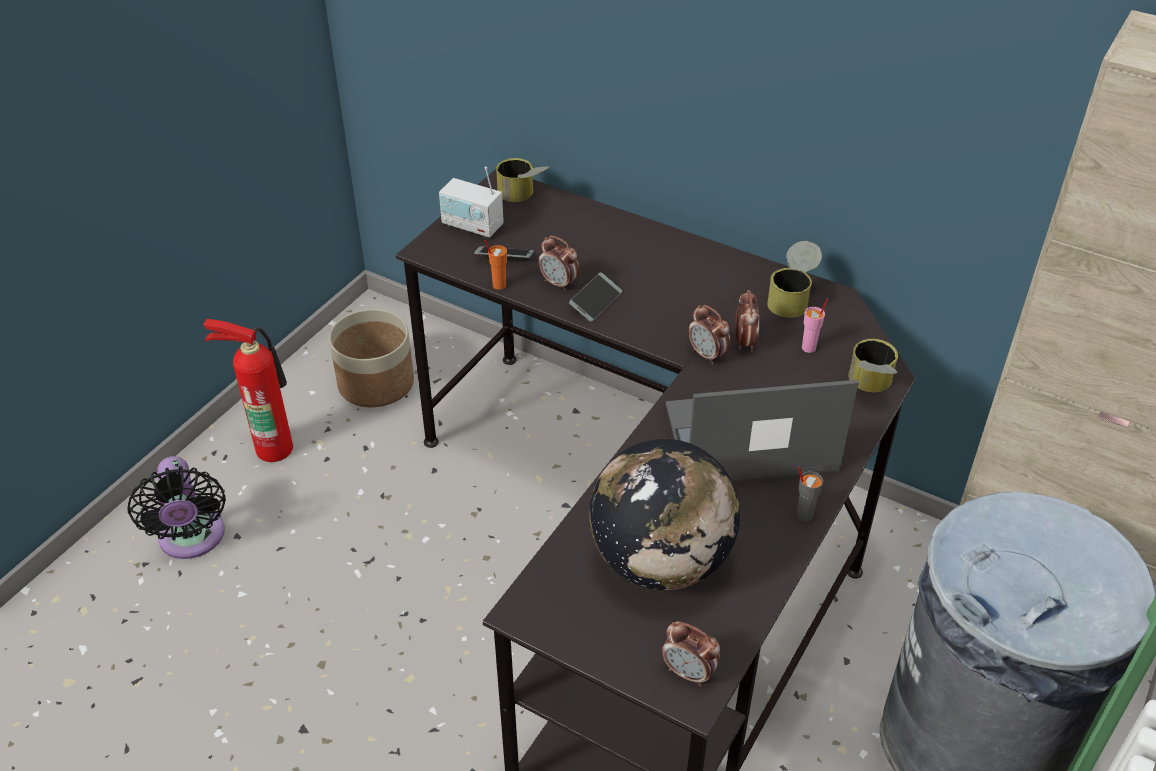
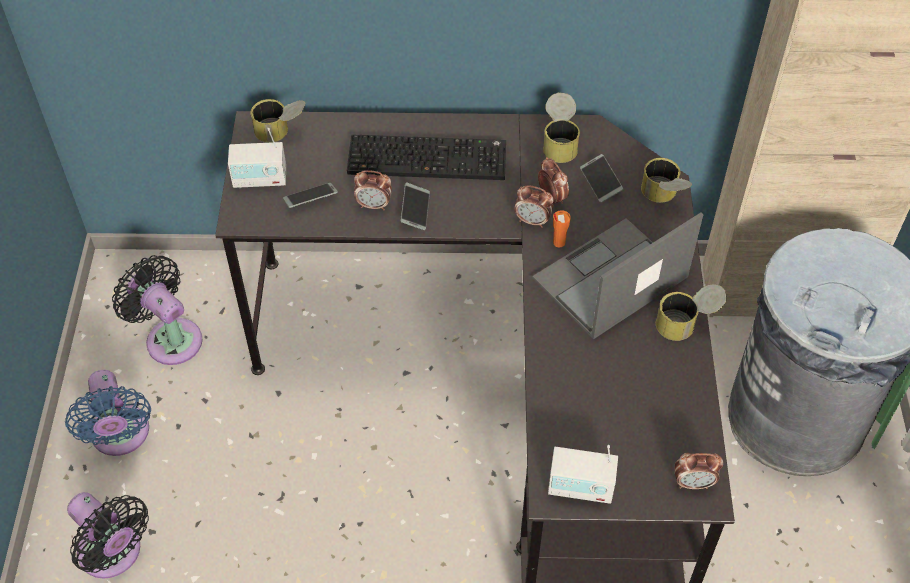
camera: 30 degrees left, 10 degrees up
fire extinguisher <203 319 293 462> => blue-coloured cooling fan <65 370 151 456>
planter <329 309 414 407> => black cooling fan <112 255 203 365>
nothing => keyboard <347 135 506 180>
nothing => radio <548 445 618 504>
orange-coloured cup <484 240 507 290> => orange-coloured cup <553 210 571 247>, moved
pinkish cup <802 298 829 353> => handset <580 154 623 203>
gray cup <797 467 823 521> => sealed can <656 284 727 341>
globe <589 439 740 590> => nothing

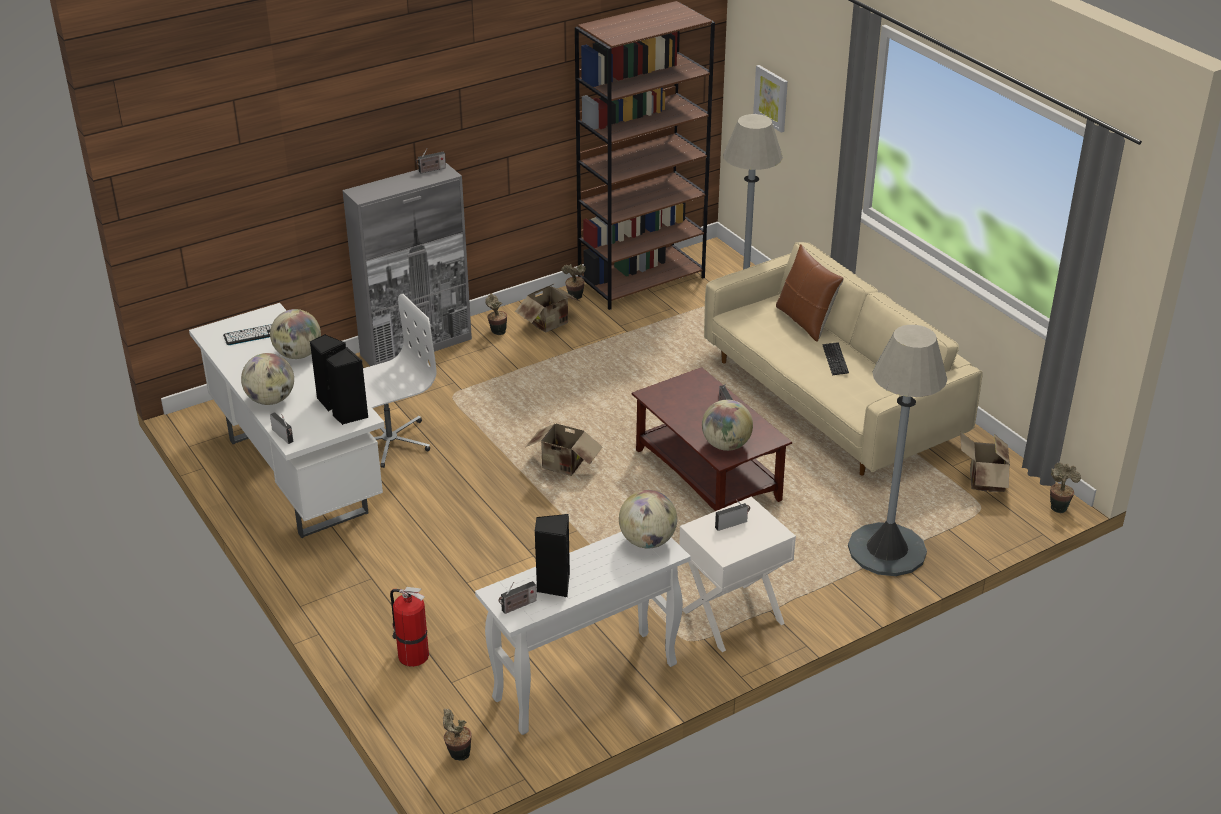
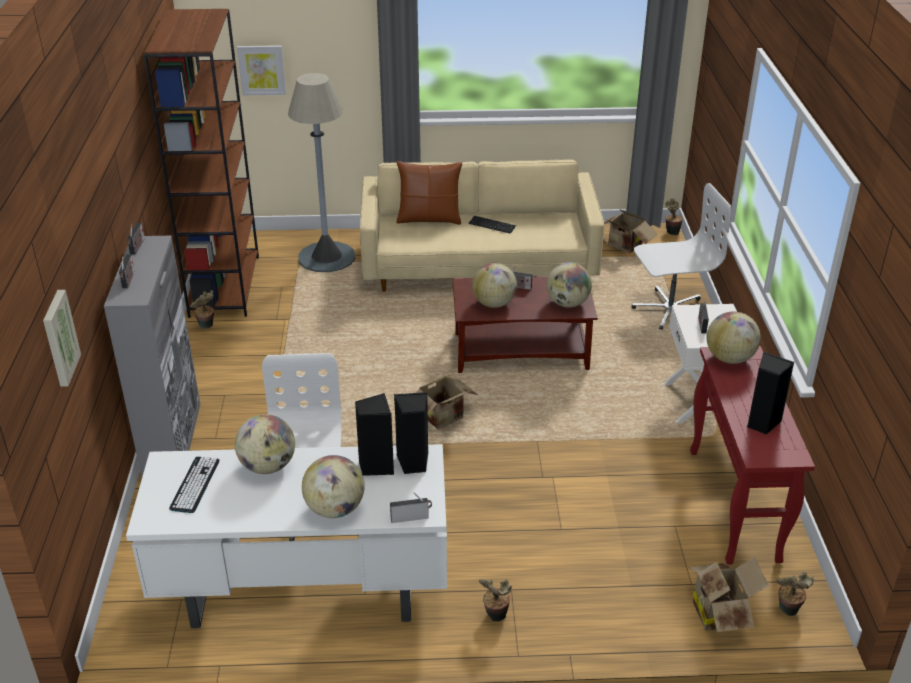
camera: 60 degrees left, 0 degrees up
nothing => wall art <43 290 81 387>
radio <498 581 537 614> => radio <119 255 135 288>, moved
nothing => globe <472 263 517 308>
houseplant <485 293 507 335> => houseplant <479 579 512 621>, moved
gray standard lamp <848 325 947 576> => white-coloured computer chair <632 183 731 330>
carton <515 283 581 333> => carton <688 557 769 632>, moved
white-coloured console table <475 532 691 735> => reddish console table <690 346 815 565>
fire extinguisher <390 587 429 667> => nothing

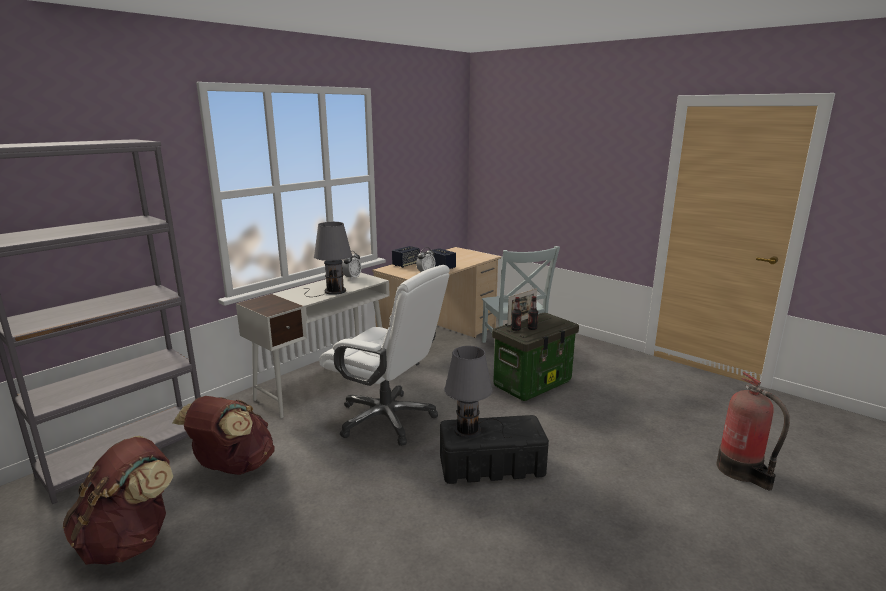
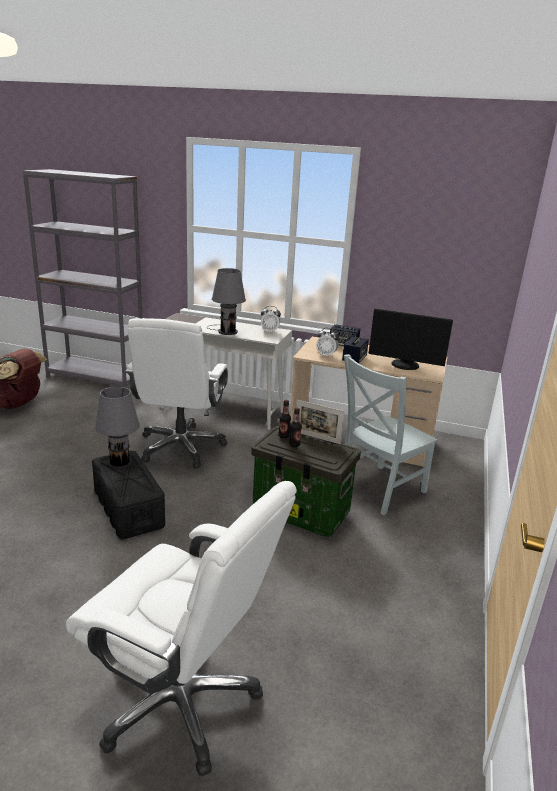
camera: 65 degrees right, 5 degrees up
fire extinguisher <716 372 790 490> => white-coloured computer chair <66 481 297 776>
nothing => monitor <369 308 453 370>
brown-coloured backpack <173 396 275 475> => nothing

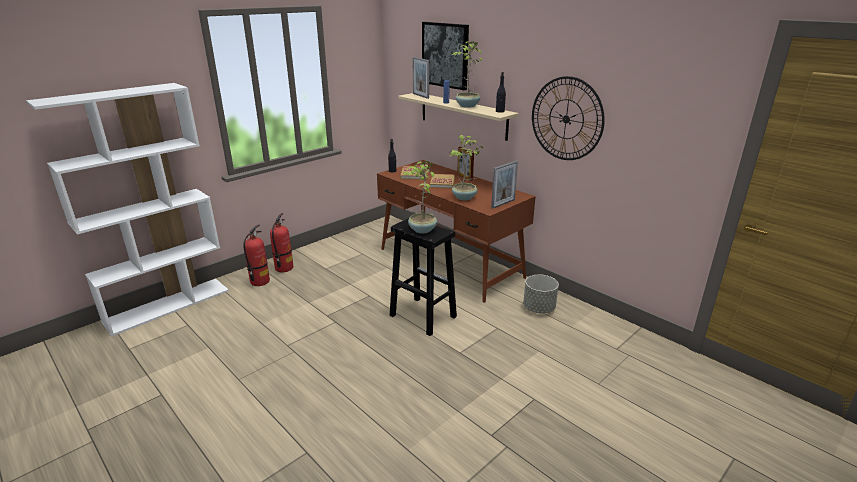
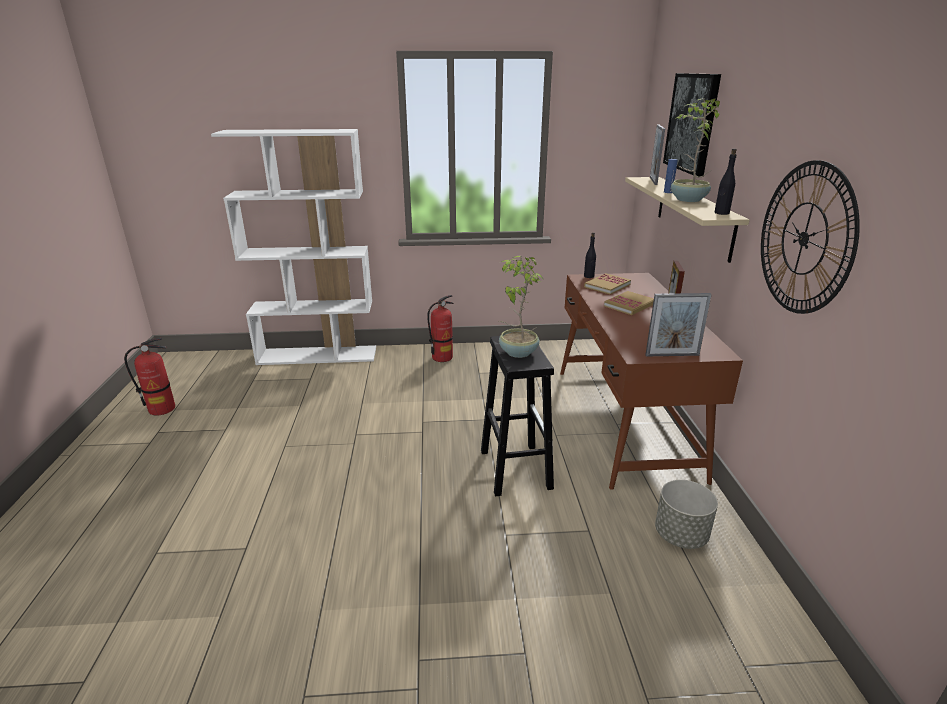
camera: 40 degrees right, 0 degrees up
fire extinguisher <243 224 270 286> => fire extinguisher <124 338 175 416>, moved
houseplant <450 135 483 200> => nothing

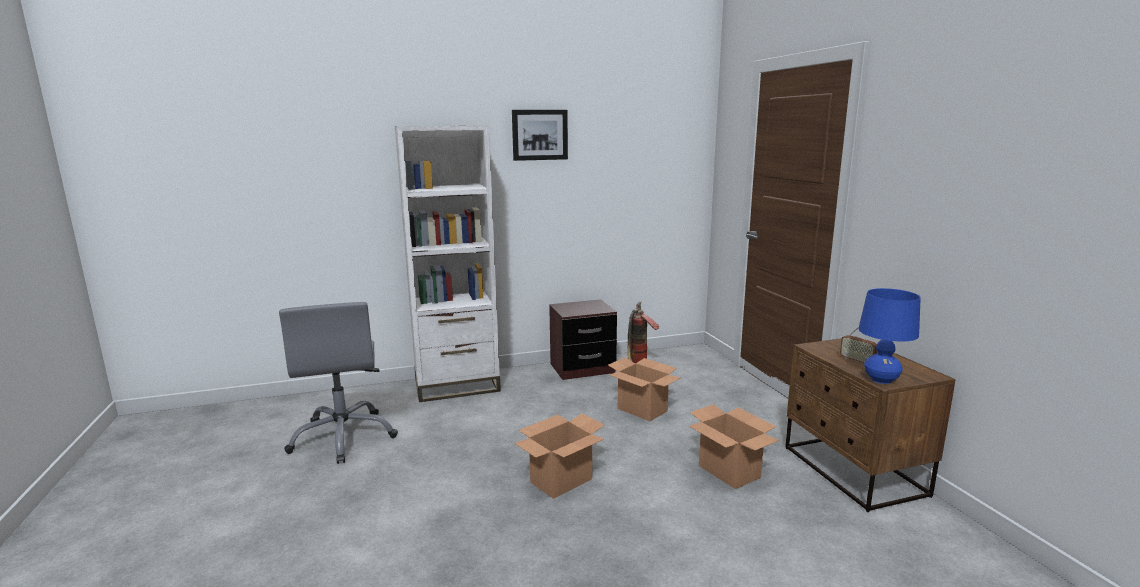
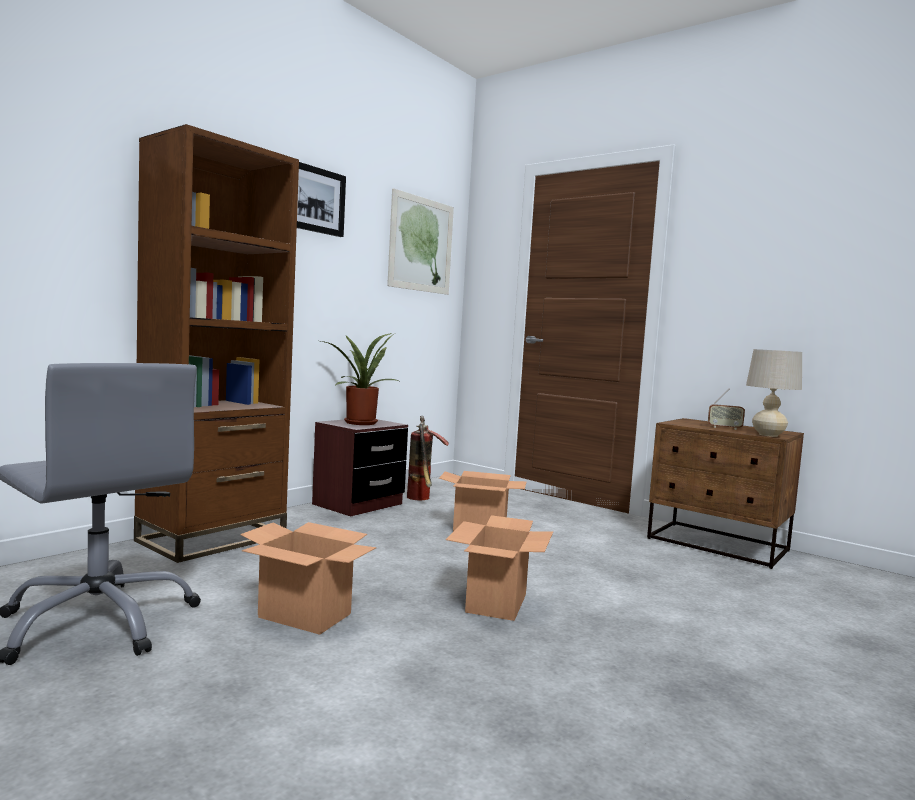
camera: 35 degrees left, 10 degrees down
white-coloured bookshelf <395 126 501 402> => brown-coloured bookshelf <134 124 299 563>
carton <689 404 779 489> => carton <240 522 376 635>, moved
nothing => houseplant <321 333 403 425>
nothing => wall art <387 188 454 295>
blue-coloured lamp for a table <858 288 921 384> => beige lamp for a table <746 349 802 437>

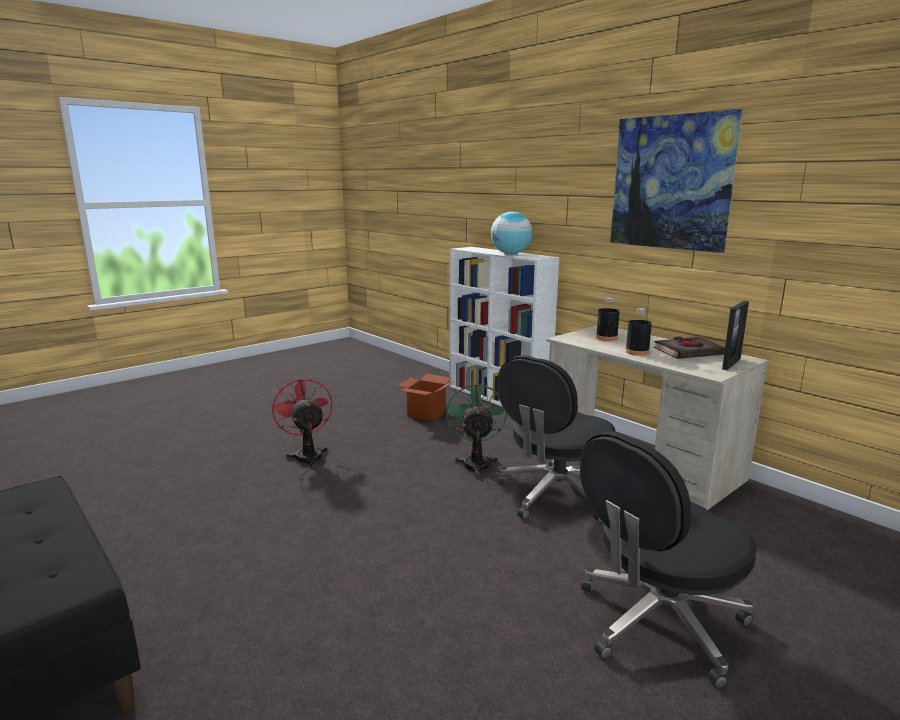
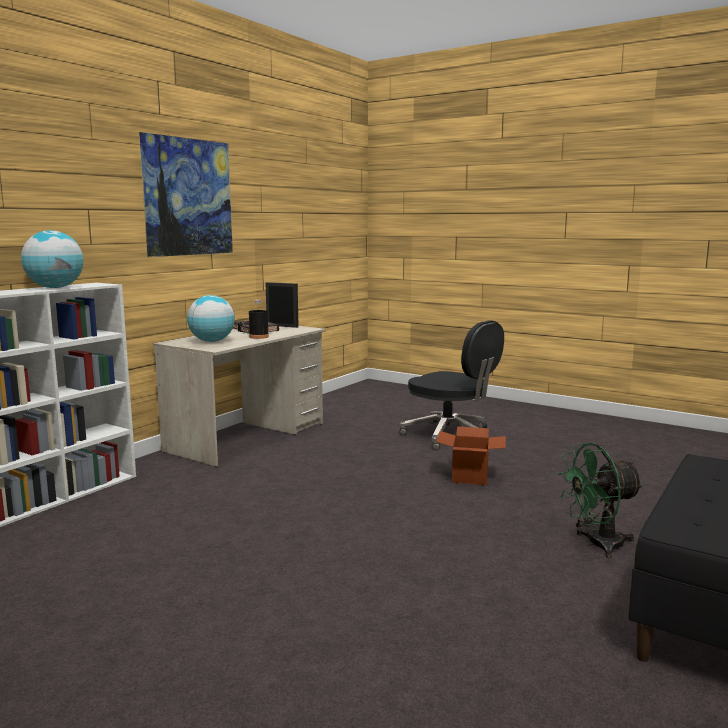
camera: 105 degrees left, 5 degrees down
black beverage bottle <596 298 620 341> => globe <187 295 235 342>
carton <399 374 454 421> => carton <436 426 506 485>, moved
greenish cooling fan <446 382 507 478> => greenish cooling fan <558 443 644 558>, moved
reddish cooling fan <271 377 333 469> => nothing
black computer chair <498 355 615 523> => nothing

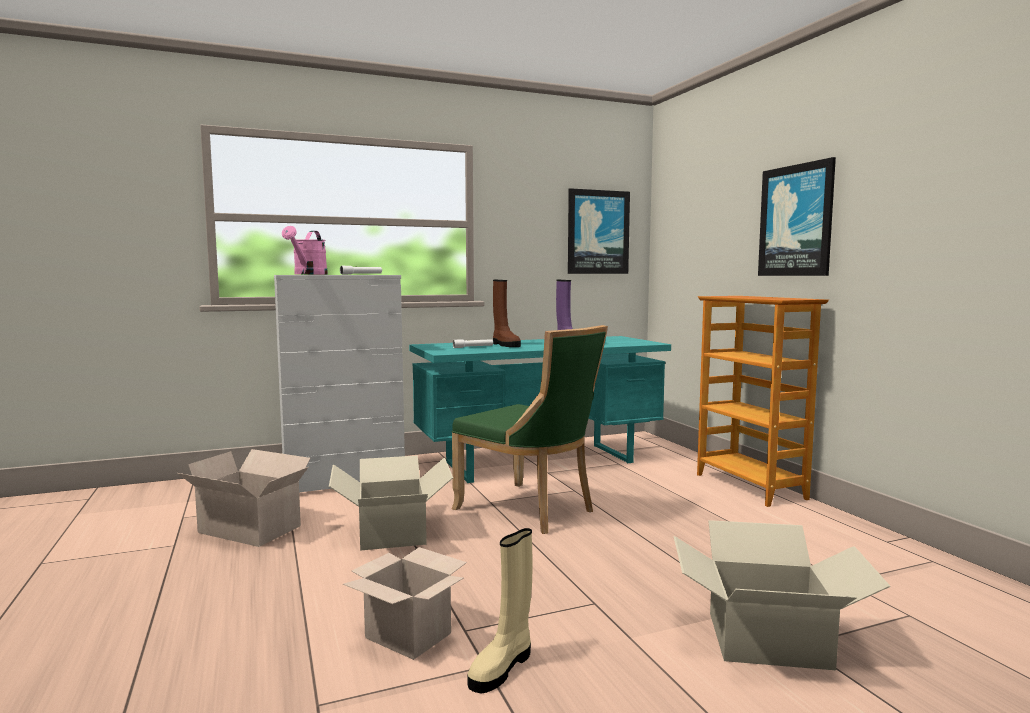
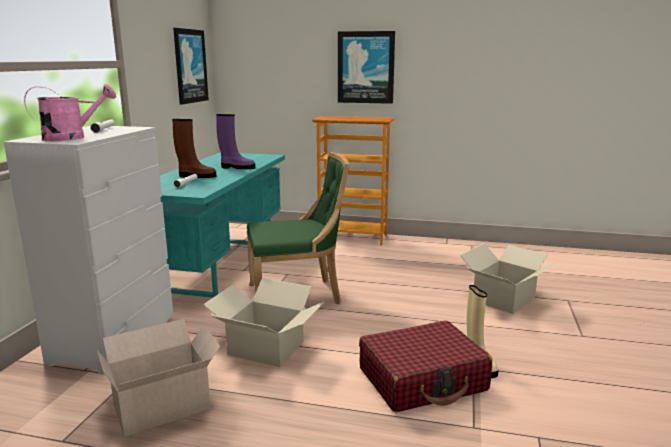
camera: 55 degrees left, 10 degrees up
pinkish sprinkling can <282 226 328 275> => pinkish sprinkling can <24 84 116 141>, 75 degrees counterclockwise
carton <343 547 467 660> => reddish suitcase <359 321 492 412>

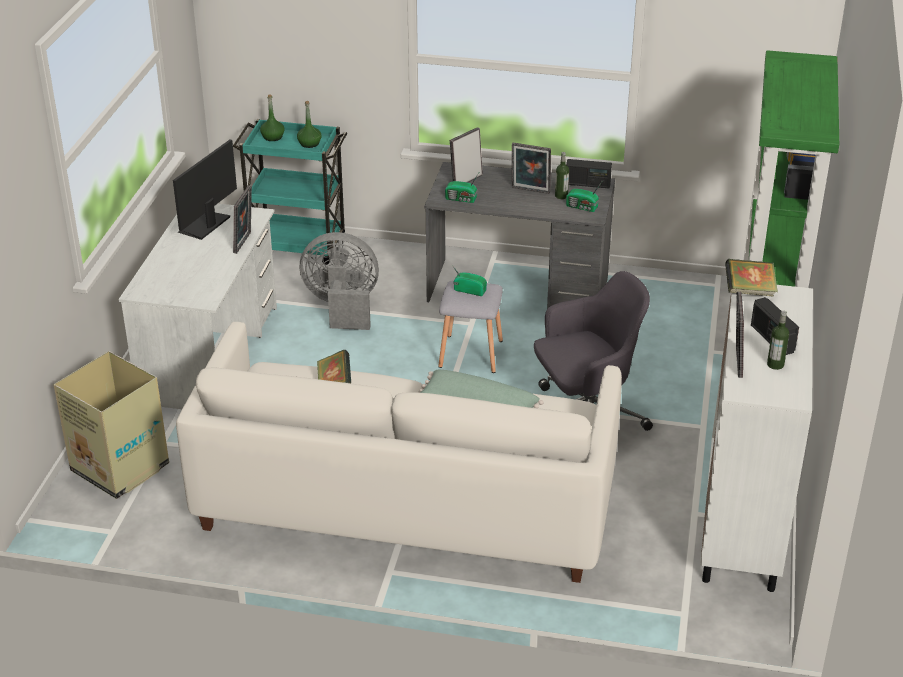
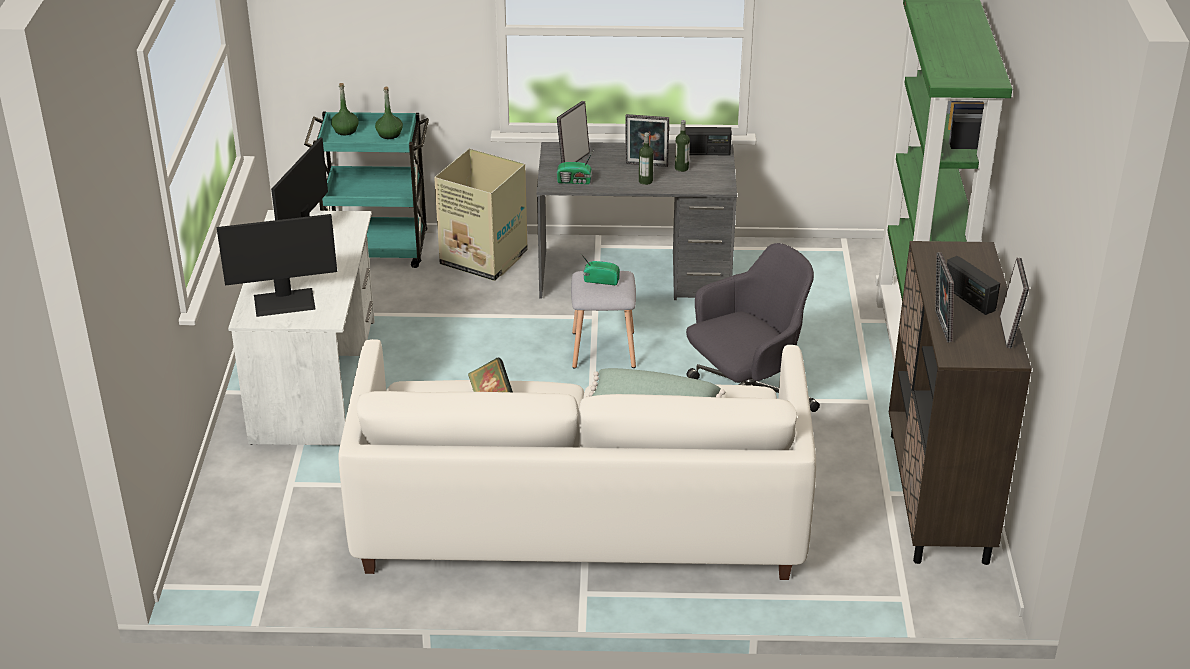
camera: 10 degrees left, 0 degrees up
nothing => monitor <217 214 337 317>
carton <54 351 169 499> => carton <434 148 528 281>, moved
beverage bottle <767 311 789 370> => beverage bottle <639 132 654 185>, moved
white-coloured cupboard <700 285 813 592> => brown-coloured cupboard <889 241 1032 565>
photo frame <233 186 252 254> => photo frame <1000 258 1029 348>, moved
gray cooling fan <300 232 379 330> => nothing
radio <566 182 602 212> => nothing
bound book <725 259 778 297> => nothing

